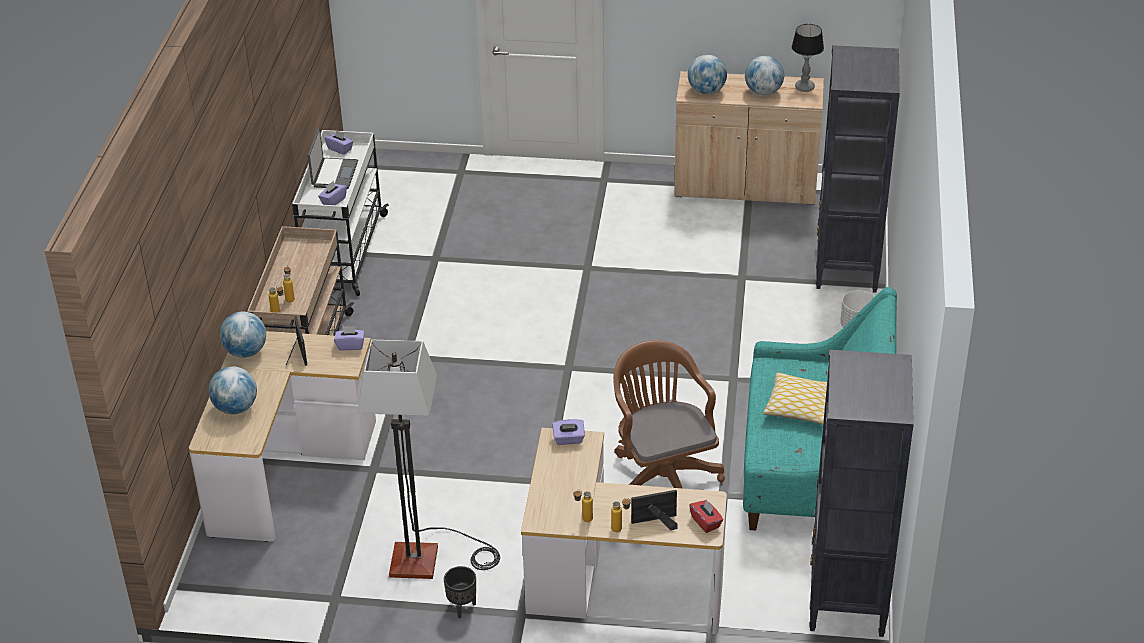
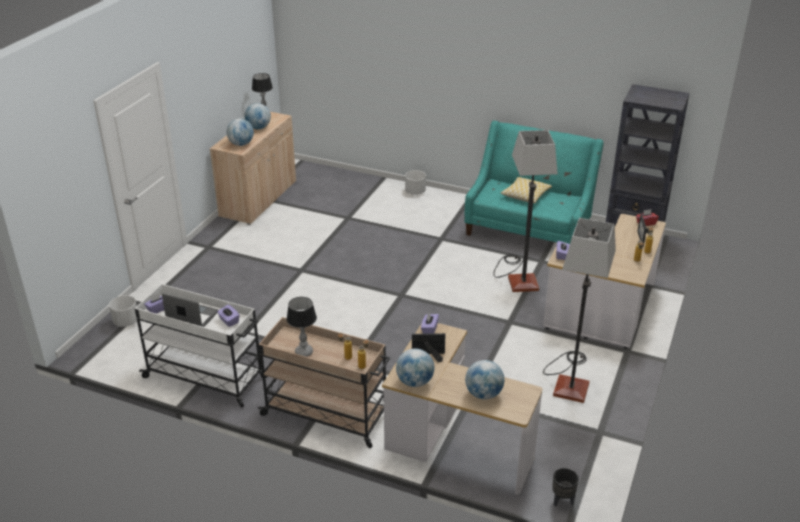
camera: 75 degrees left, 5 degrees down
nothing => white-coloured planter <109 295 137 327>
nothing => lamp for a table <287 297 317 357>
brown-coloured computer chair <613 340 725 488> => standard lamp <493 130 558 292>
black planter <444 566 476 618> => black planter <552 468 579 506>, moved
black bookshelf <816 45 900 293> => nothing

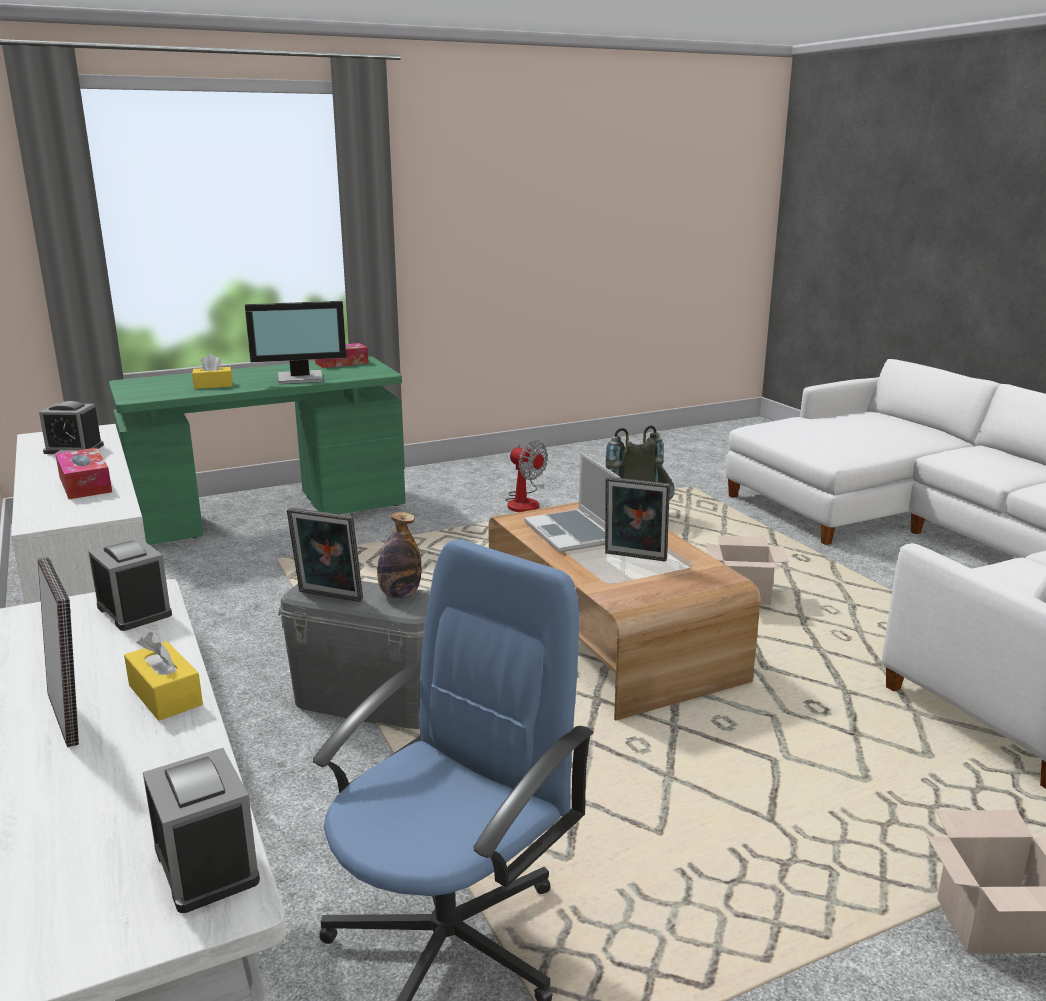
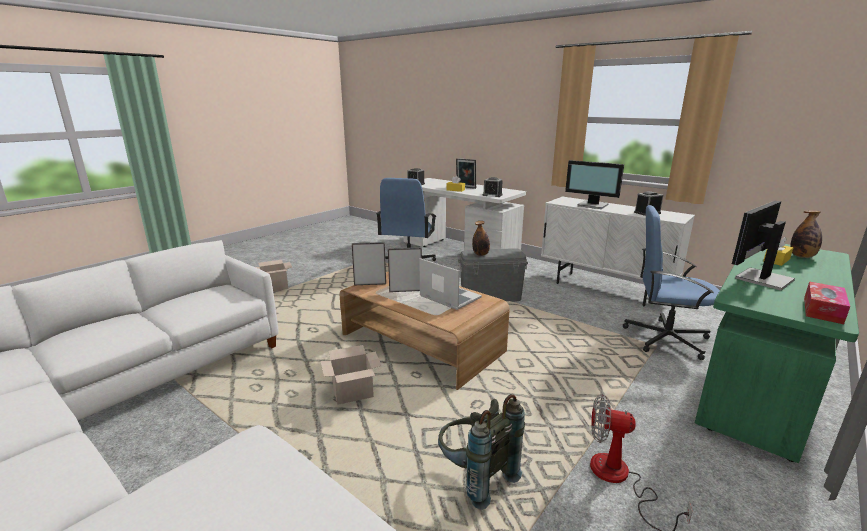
camera: 155 degrees right, 0 degrees up
photo frame <287 508 363 602> => photo frame <352 242 386 285>, moved
box of tissues <55 448 112 499> => monitor <565 160 624 209>
nothing => blue-coloured computer chair <623 205 720 360>
nothing => beverage bottle <790 210 822 258>

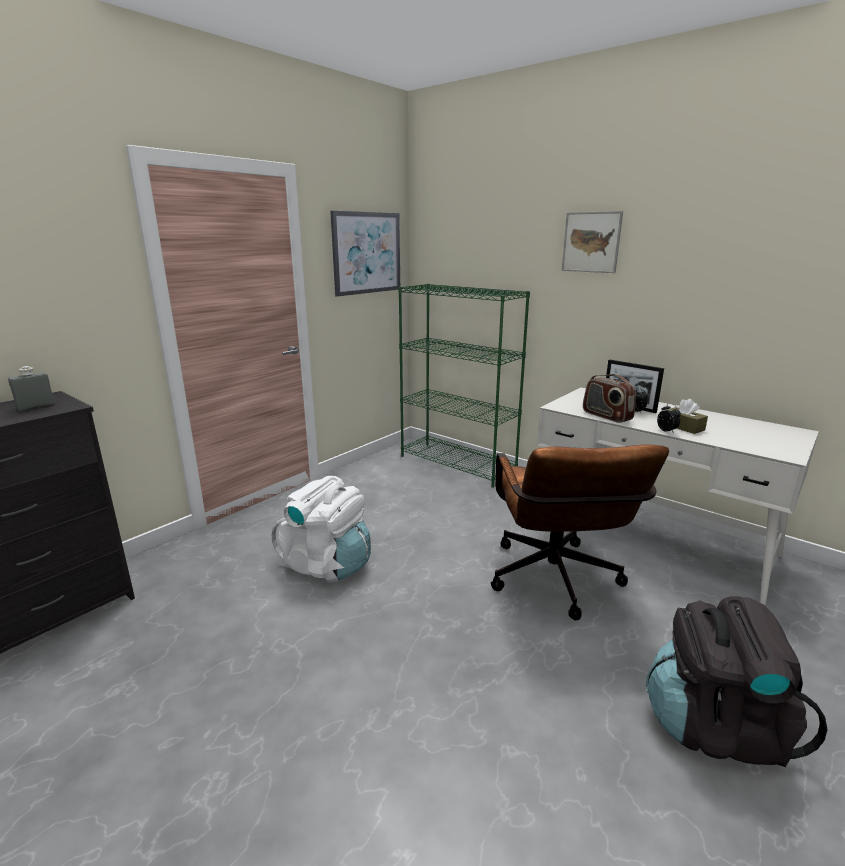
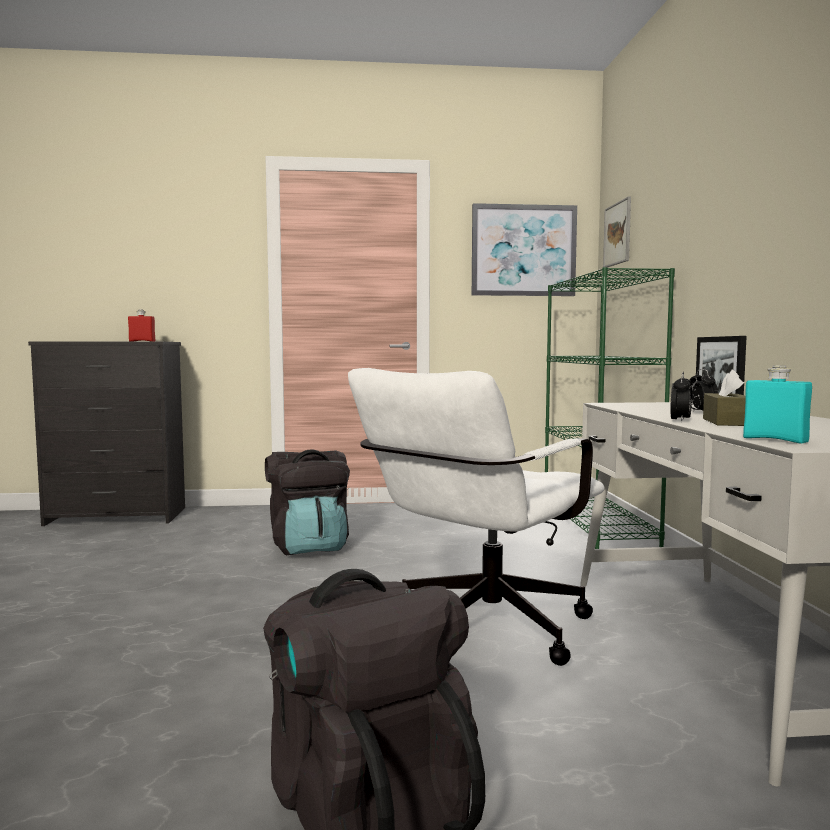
camera: 45 degrees right, 15 degrees down
gray beverage bottle <8 366 55 412> => reddish beverage bottle <128 310 155 342>
white-coloured backpack <271 476 371 583> => black backpack <265 449 350 555>
brown-coloured computer chair <491 444 669 620> => white-coloured computer chair <348 368 605 666>
wall art <562 211 623 273> => wall art <603 196 631 267>, moved
nothing => turquoise-coloured beverage bottle <743 365 812 444>
radio <583 374 636 423> => nothing

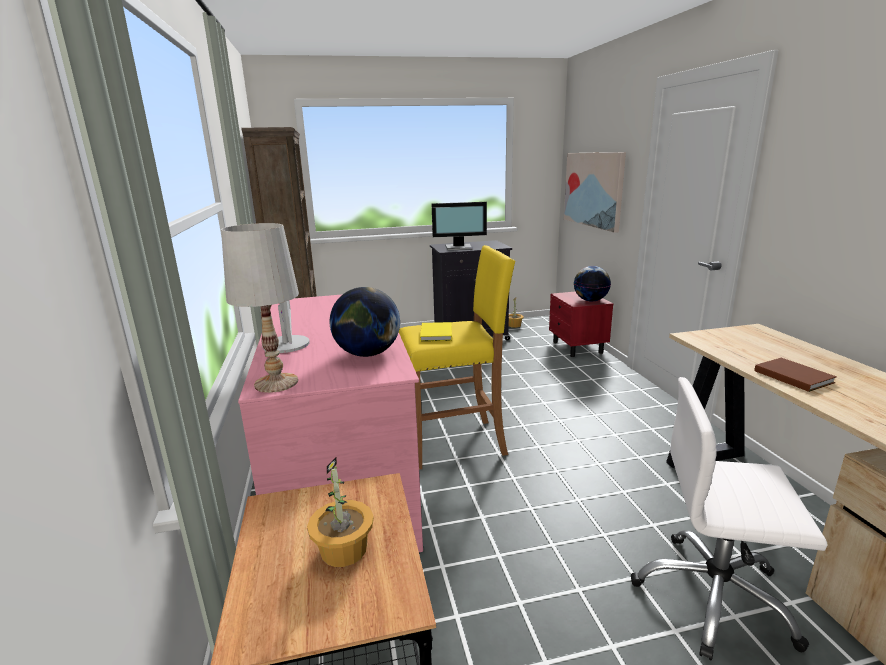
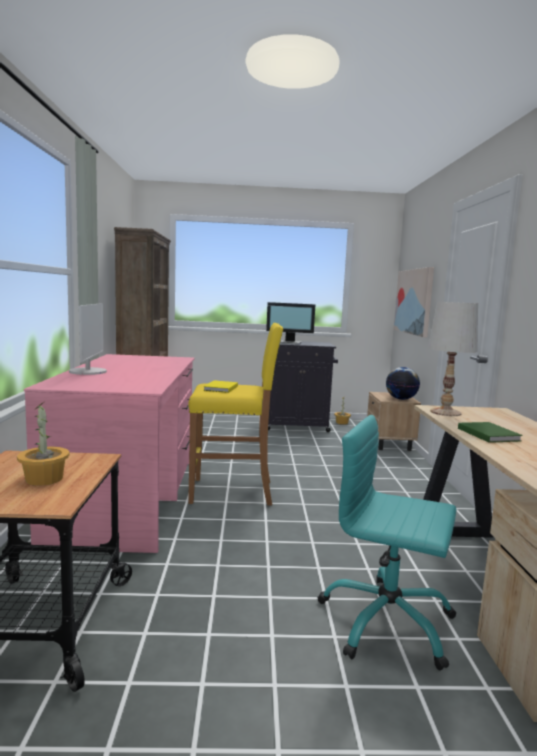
camera: 10 degrees right, 10 degrees down
white-coloured computer chair <631 377 828 661> => turquoise-coloured computer chair <318 415 456 670>
reddish night table <549 292 613 357> => beige night table <367 392 421 451>
white-coloured lamp for a table <221 223 299 393> => white-coloured lamp for a table <428 302 478 416>, moved
brown-coloured bound book <754 358 837 392> => greenish bound book <458 422 523 443>
globe <330 287 400 357> => nothing

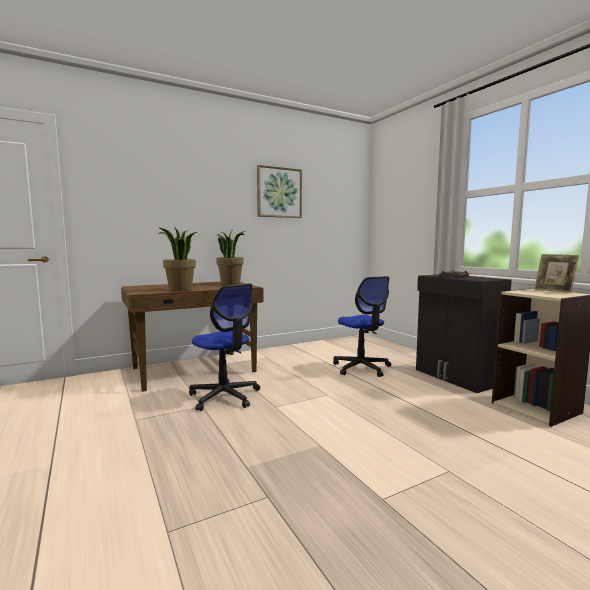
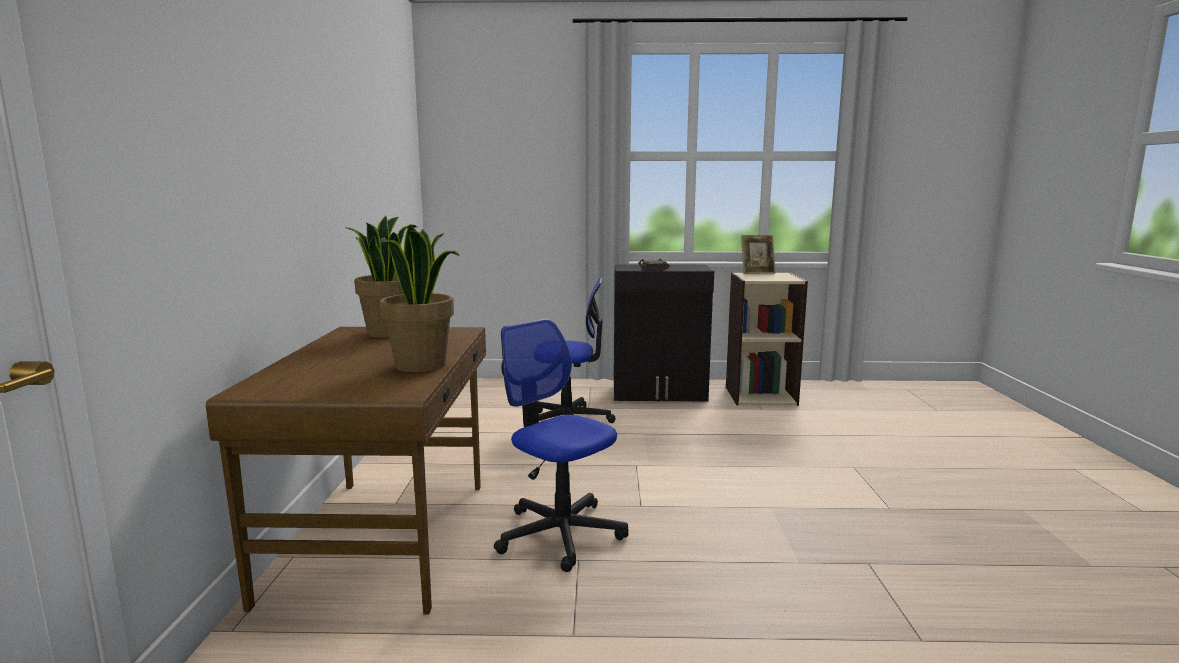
camera: 60 degrees left, 5 degrees up
computer chair <189 283 260 411> => computer chair <494 319 629 572>, 120 degrees counterclockwise
wall art <257 165 302 218> => nothing

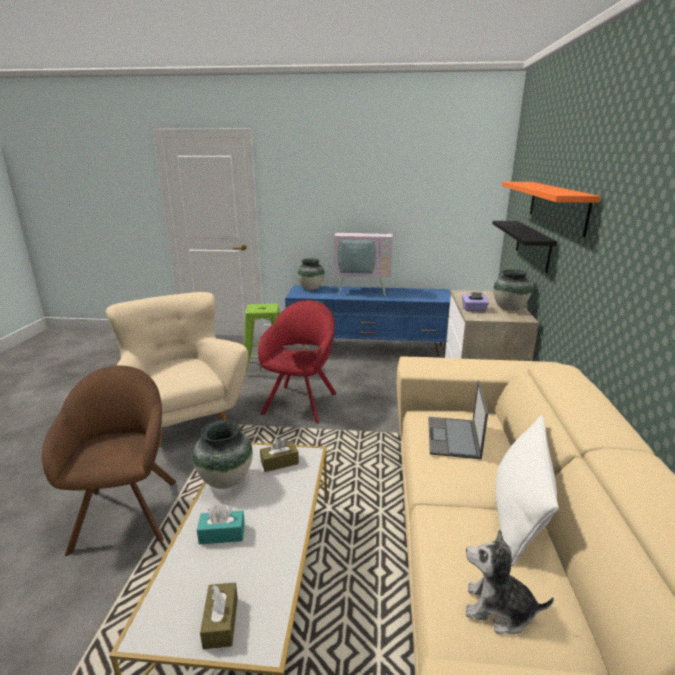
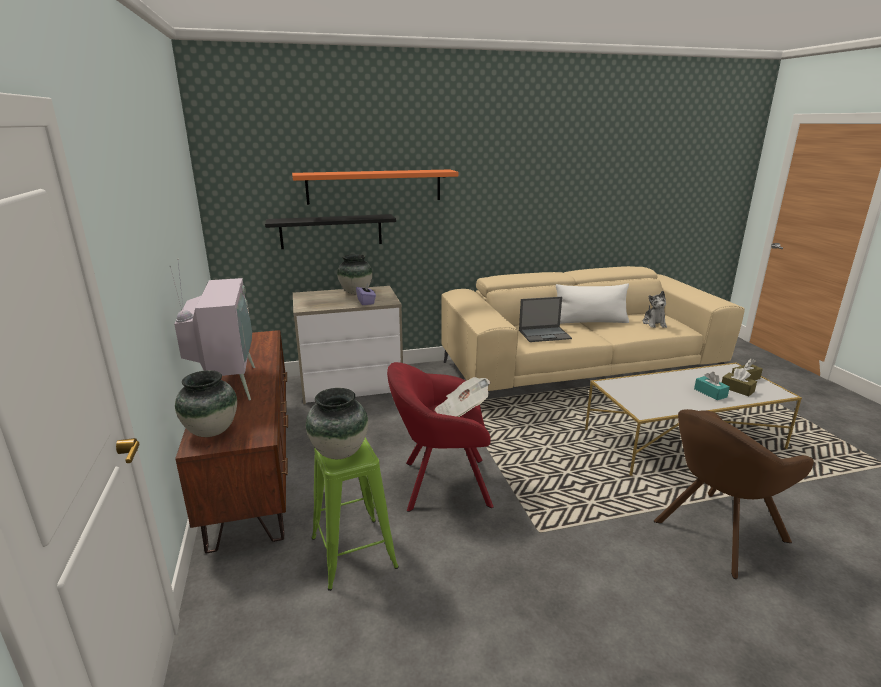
camera: 110 degrees left, 0 degrees up
blue-coloured tv stand <285 285 451 358> => brown-coloured tv stand <175 330 288 553>
flower vase <193 420 253 489> => flower vase <306 388 368 459>, moved
brown-coloured box of tissues <260 439 299 472> => brown-coloured box of tissues <722 368 757 396>, moved
beige armchair <106 292 248 448> => nothing

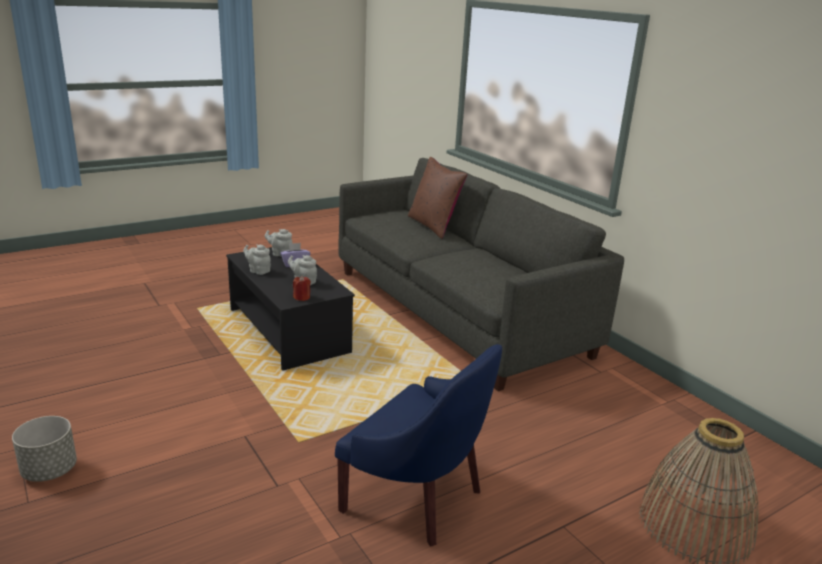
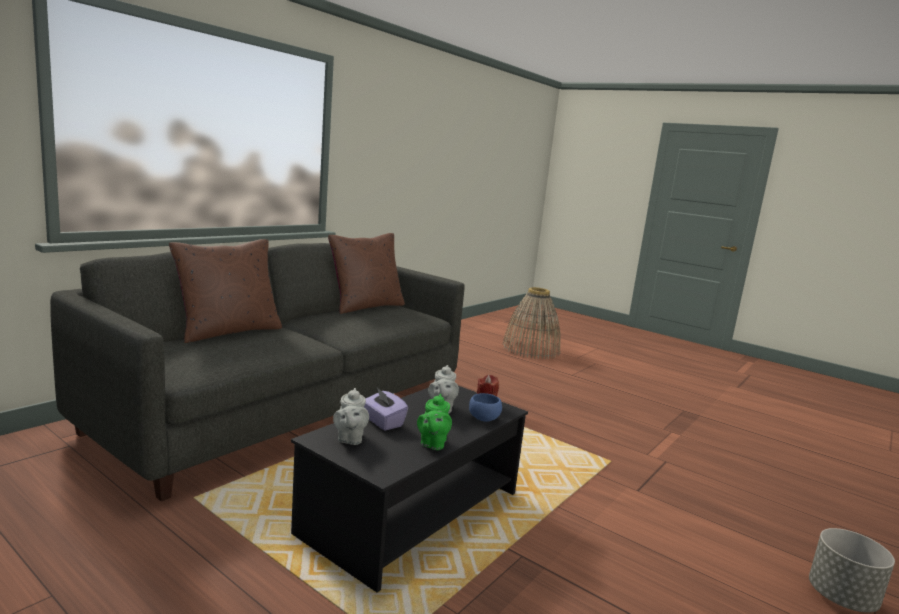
camera: 110 degrees left, 10 degrees down
nothing => brown-coloured pillow <328 233 405 314>
gray teapot <243 244 271 275> => greenish teapot <417 394 452 450>
nothing => blue-coloured bowl <469 393 502 422>
blue-coloured armchair <335 344 502 547> => nothing

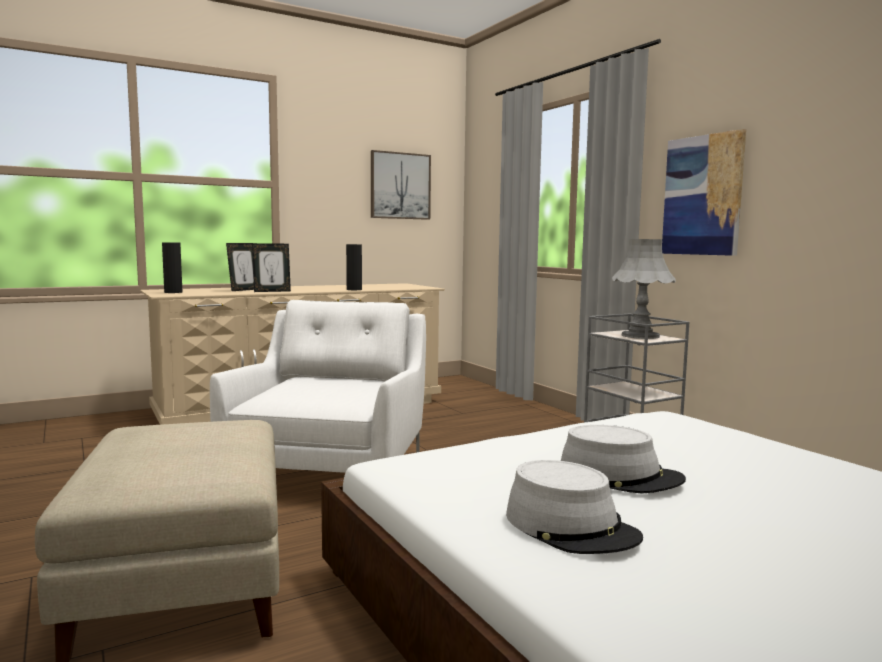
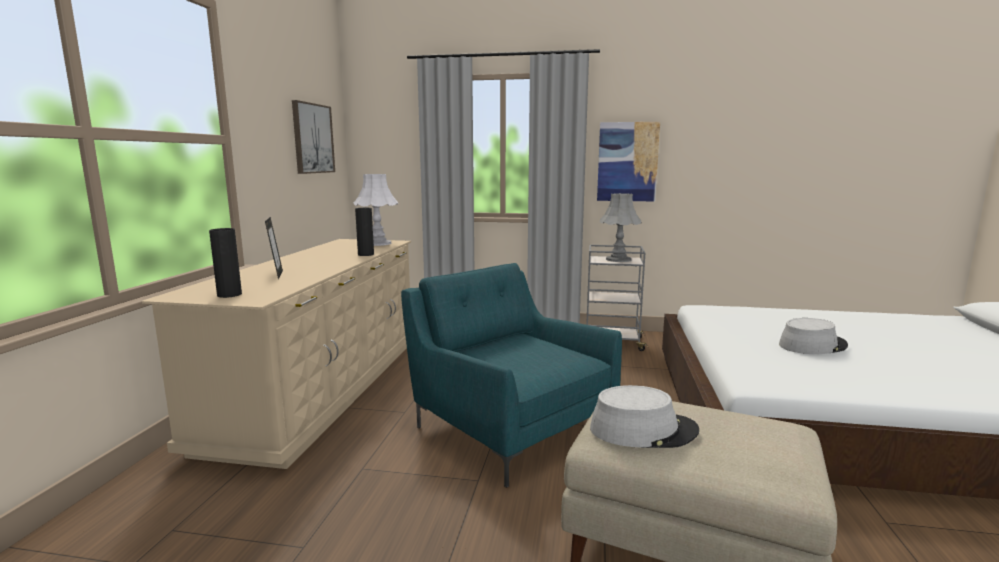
camera: 50 degrees left, 5 degrees up
nothing => white-coloured lamp for a table <354 174 398 246>
white-coloured armchair <210 300 426 473> => turquoise-coloured armchair <401 263 622 488>
gray clothing hat <506 460 643 554> => gray clothing hat <590 385 699 448>, moved
photo frame <252 243 291 292> => nothing

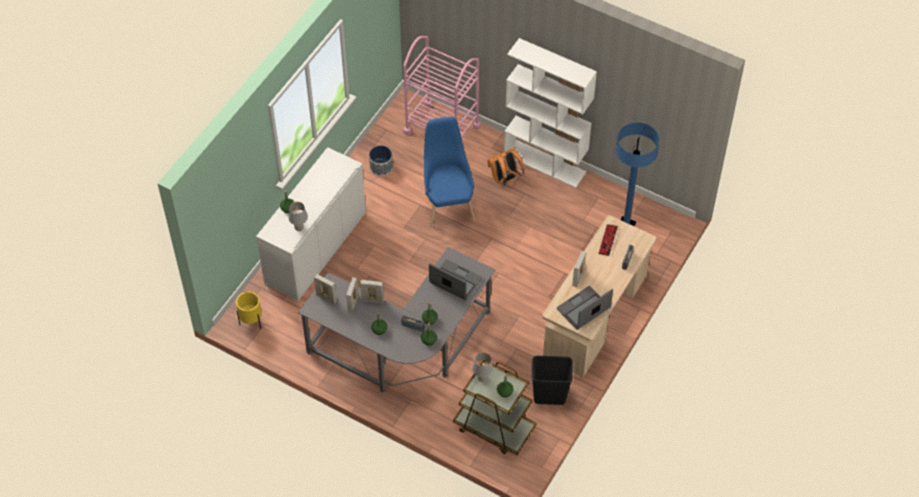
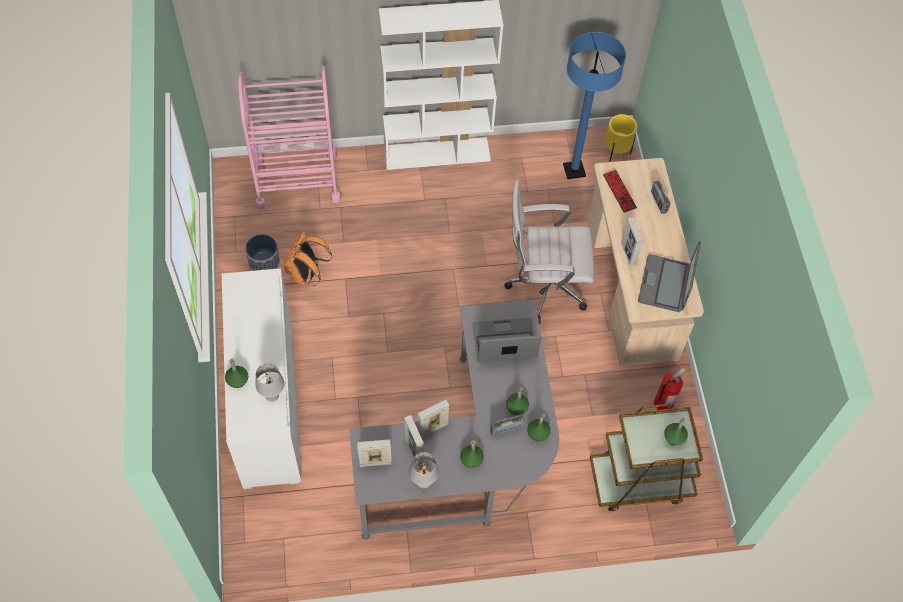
camera: 40 degrees left, 5 degrees up
orange-coloured backpack <487 147 524 186> => orange-coloured backpack <284 231 332 286>, moved
gray lamp for a table <473 353 493 382> => gray lamp for a table <409 452 439 489>, moved
nothing => white-coloured computer chair <504 181 594 324>
yellowish planter <236 292 262 329> => yellowish planter <605 114 637 162>, moved
black waste bin <532 356 573 405> => fire extinguisher <654 368 686 412>
blue-coloured plain chair <424 117 475 228> => nothing

